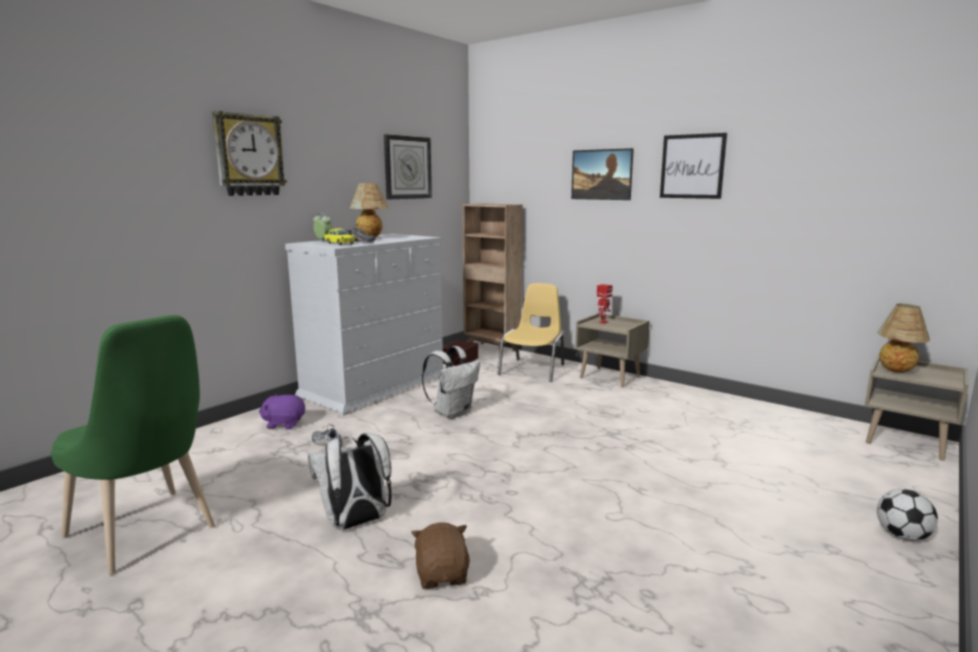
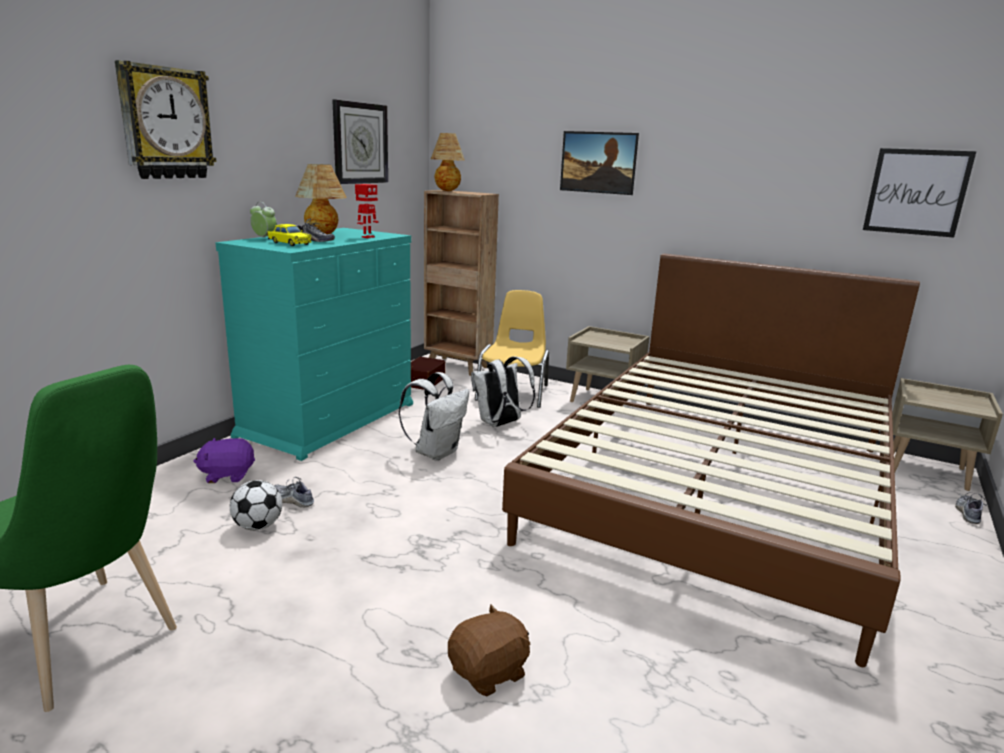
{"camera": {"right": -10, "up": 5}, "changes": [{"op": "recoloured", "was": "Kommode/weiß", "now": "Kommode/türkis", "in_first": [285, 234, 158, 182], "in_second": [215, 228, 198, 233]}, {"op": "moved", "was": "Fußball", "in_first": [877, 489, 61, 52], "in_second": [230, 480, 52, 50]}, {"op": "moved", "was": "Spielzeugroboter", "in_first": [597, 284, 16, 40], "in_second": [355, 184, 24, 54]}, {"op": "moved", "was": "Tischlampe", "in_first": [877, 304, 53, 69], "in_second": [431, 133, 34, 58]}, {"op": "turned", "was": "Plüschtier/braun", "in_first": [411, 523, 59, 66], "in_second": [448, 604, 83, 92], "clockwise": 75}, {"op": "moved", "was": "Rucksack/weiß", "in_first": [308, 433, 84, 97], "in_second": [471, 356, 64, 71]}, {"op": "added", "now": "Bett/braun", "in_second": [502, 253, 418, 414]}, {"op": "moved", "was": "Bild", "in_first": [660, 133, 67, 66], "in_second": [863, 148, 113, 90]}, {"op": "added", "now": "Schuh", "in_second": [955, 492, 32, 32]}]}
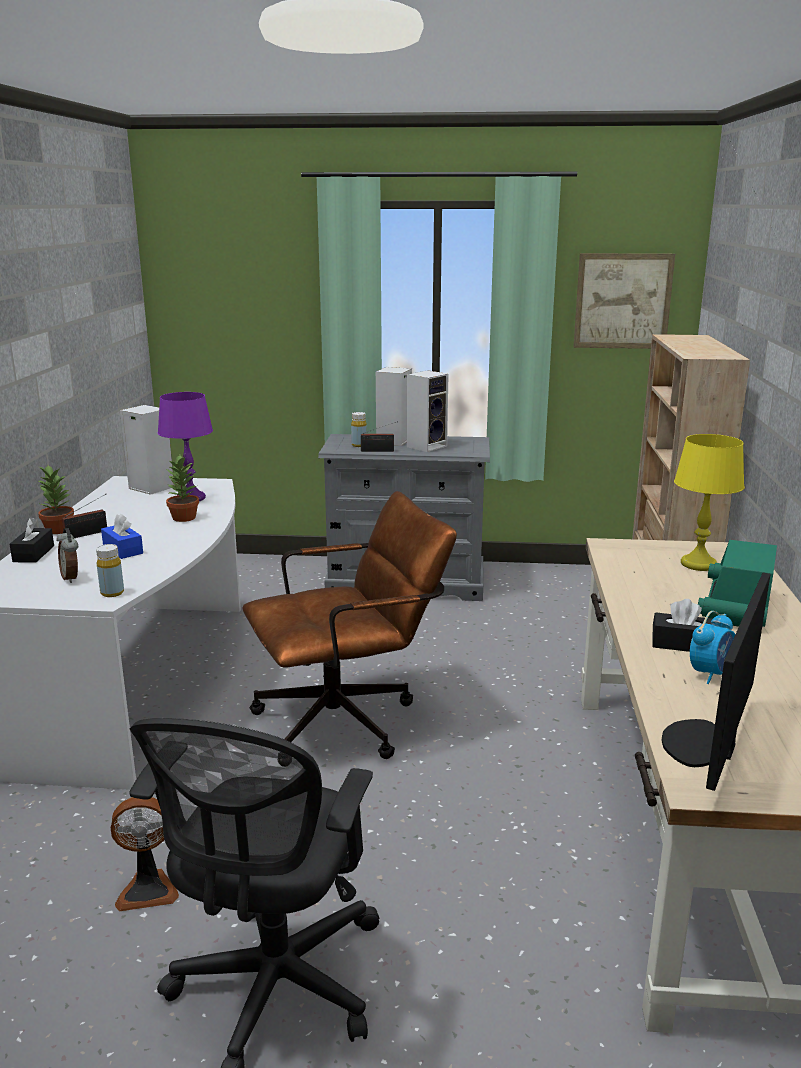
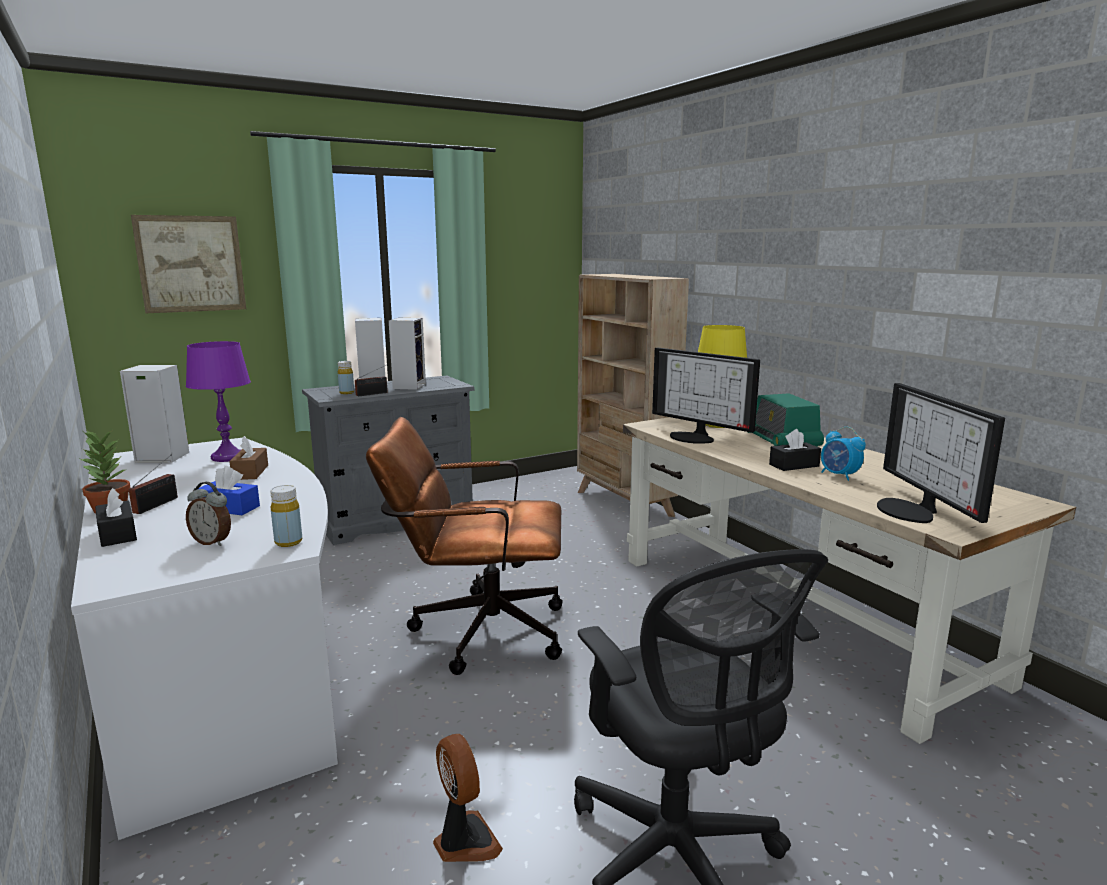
{"camera": {"right": -35, "up": -5}, "changes": [{"op": "moved", "was": "Bild", "in_first": [574, 253, 101, 96], "in_second": [131, 215, 115, 98]}, {"op": "replaced", "was": "Topfpflanze", "now": "Taschentuchbox/braun", "in_first": [165, 455, 34, 67], "in_second": [229, 436, 39, 44]}, {"op": "turned", "was": "Bürostuhl/braun", "in_first": [242, 491, 215, 276], "in_second": [366, 417, 197, 258], "clockwise": -120}, {"op": "turned", "was": "Ventilator", "in_first": [111, 797, 68, 114], "in_second": [433, 734, 70, 128], "clockwise": -75}, {"op": "added", "now": "Monitor", "in_second": [652, 348, 108, 96]}, {"op": "turned", "was": "Wecker", "in_first": [690, 611, 45, 73], "in_second": [821, 427, 45, 54], "clockwise": 135}]}
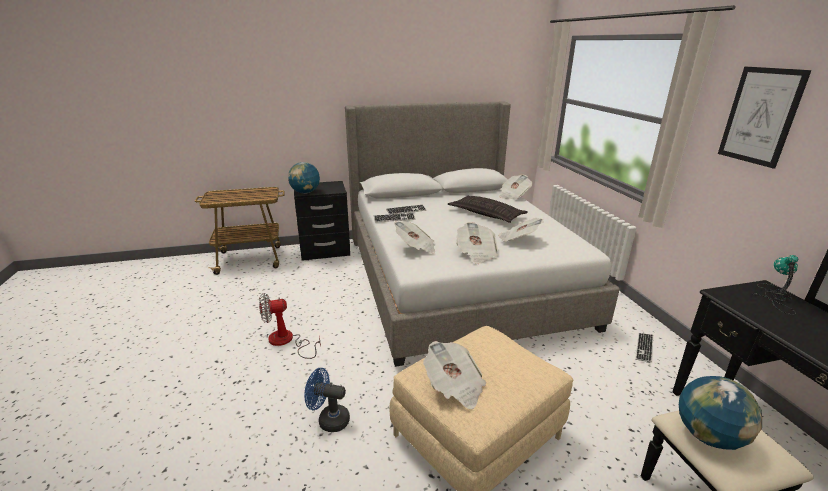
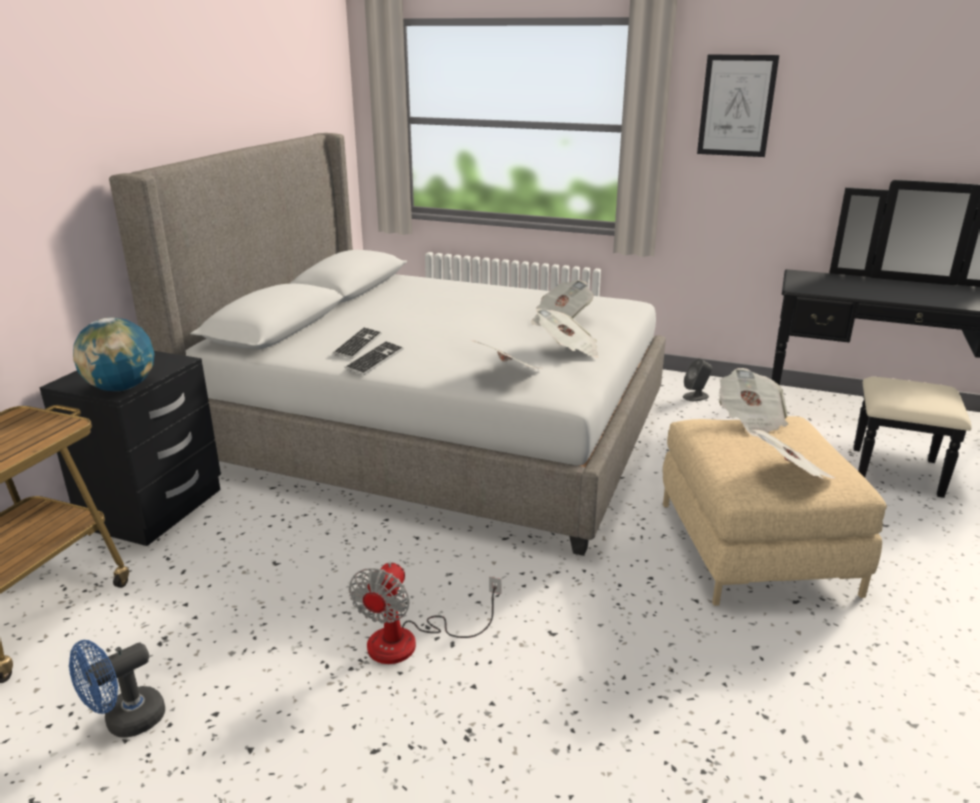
{"camera": {"right": -55, "up": 0}, "changes": [{"op": "moved", "was": "Ventilator/blau", "in_first": [305, 368, 45, 64], "in_second": [69, 640, 96, 98]}, {"op": "replaced", "was": "Tastatur", "now": "Lautsprecher/grau", "in_first": [635, 333, 19, 30], "in_second": [683, 358, 29, 43]}, {"op": "moved", "was": "Zeitung", "in_first": [499, 175, 33, 24], "in_second": [719, 368, 69, 69]}, {"op": "removed", "was": "Kissen", "in_first": [448, 196, 80, 27]}, {"op": "removed", "was": "Globus", "in_first": [679, 376, 83, 74]}, {"op": "removed", "was": "Tischlampe", "in_first": [753, 255, 45, 60]}]}
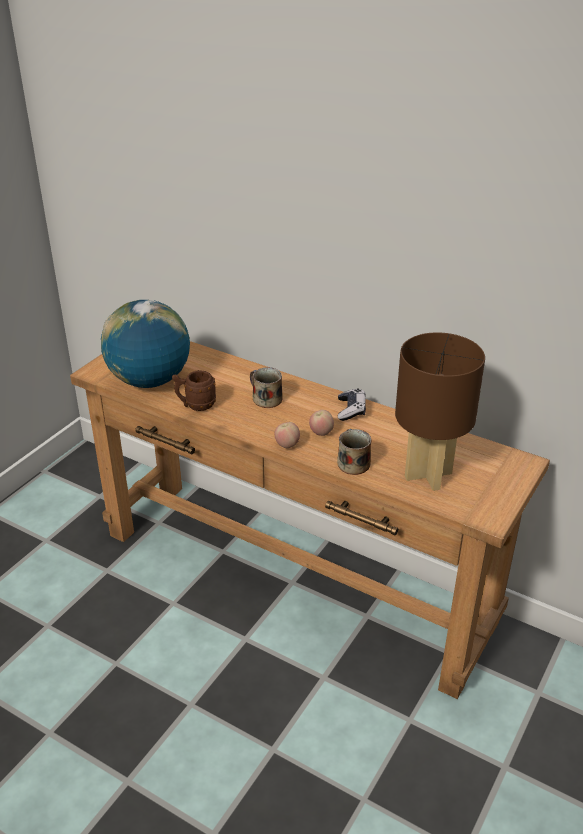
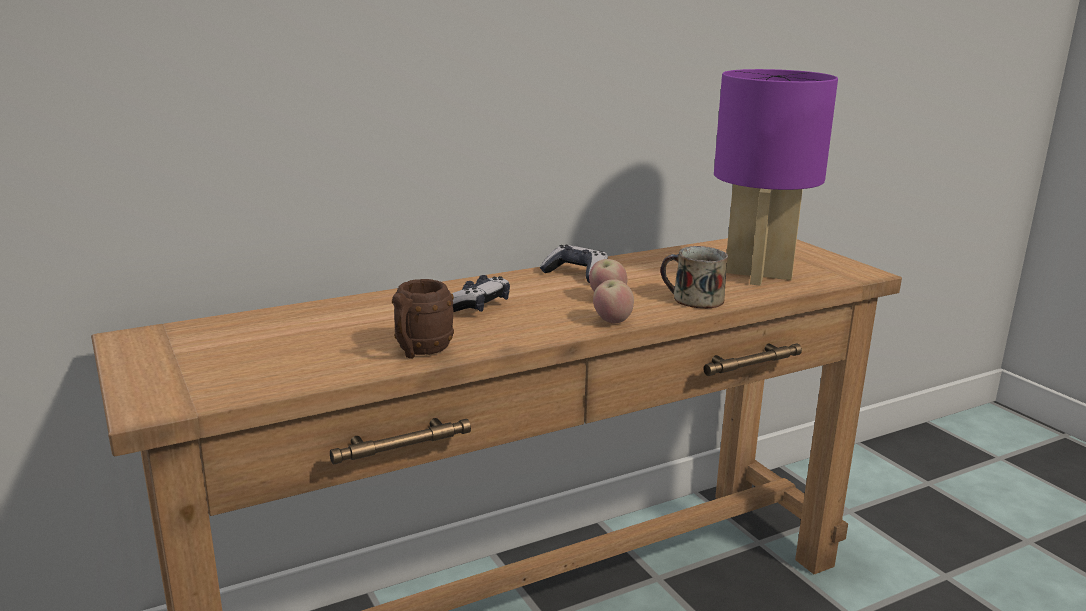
{"camera": {"right": -60, "up": -15}, "changes": [{"op": "replaced", "was": "Henkelbecher", "now": "Gamepad", "in_first": [250, 367, 33, 41], "in_second": [452, 275, 58, 37]}, {"op": "recoloured", "was": "Tischlampe/braun", "now": "Tischlampe/lila", "in_first": [395, 332, 90, 159], "in_second": [714, 69, 124, 217]}, {"op": "removed", "was": "Globus", "in_first": [101, 300, 89, 88]}]}
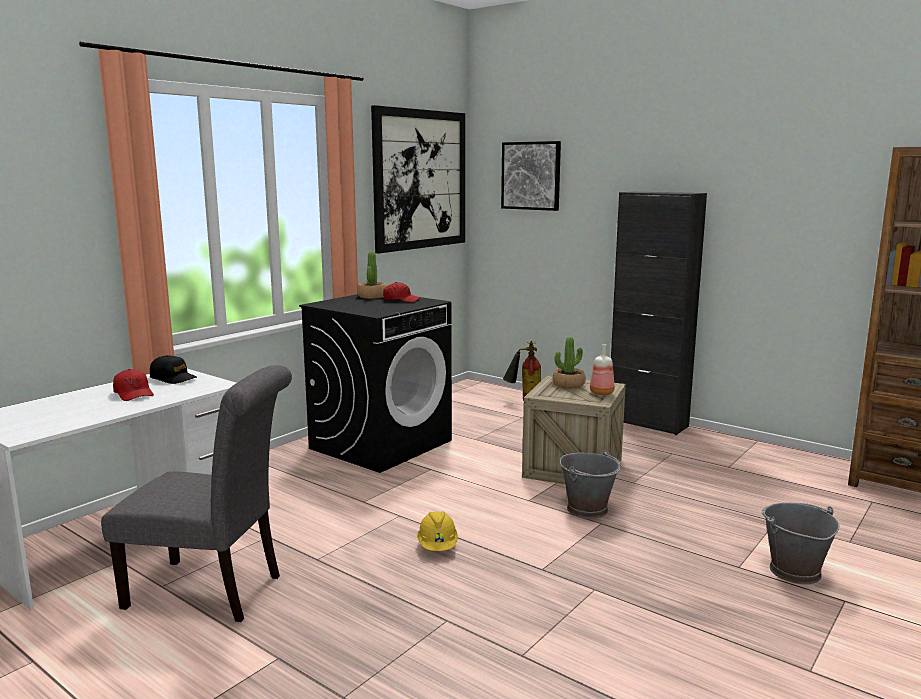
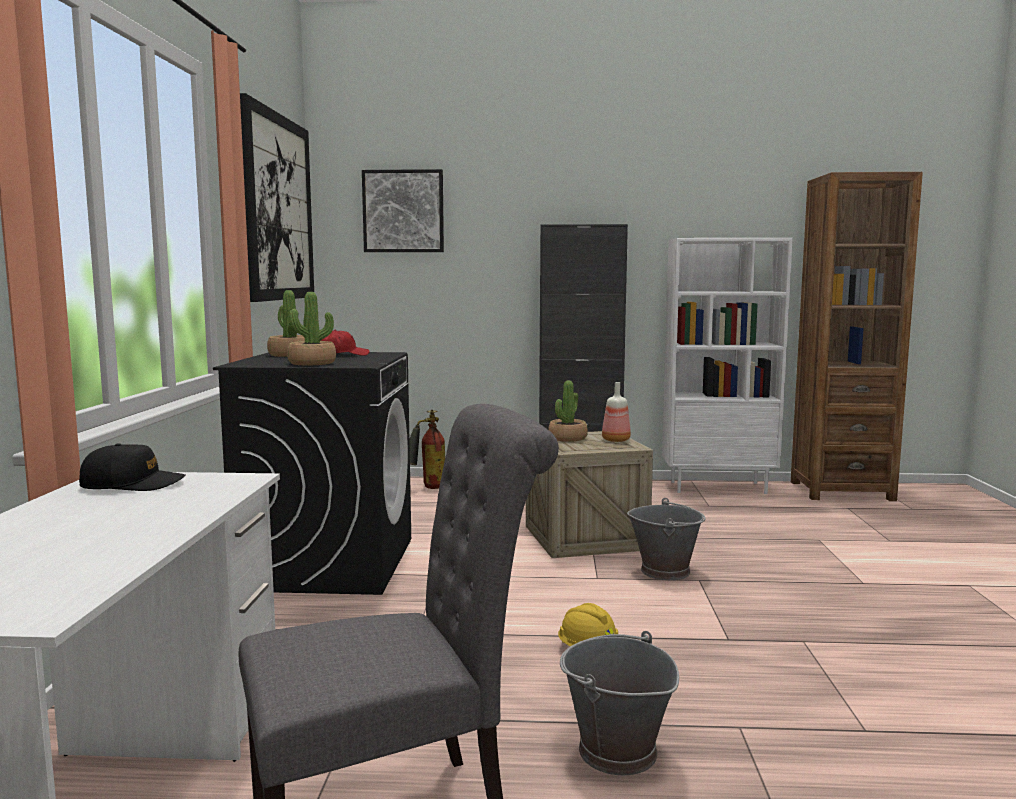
{"camera": {"right": -35, "up": -5}, "changes": [{"op": "added", "now": "Topfpflanze", "in_second": [287, 292, 49, 73]}, {"op": "moved", "was": "Eimer/grau", "in_first": [762, 503, 78, 81], "in_second": [560, 631, 119, 144]}, {"op": "added", "now": "Bücherregal/weiß", "in_second": [662, 238, 131, 256]}, {"op": "removed", "was": "Kappe/rot", "in_first": [113, 369, 41, 32]}]}
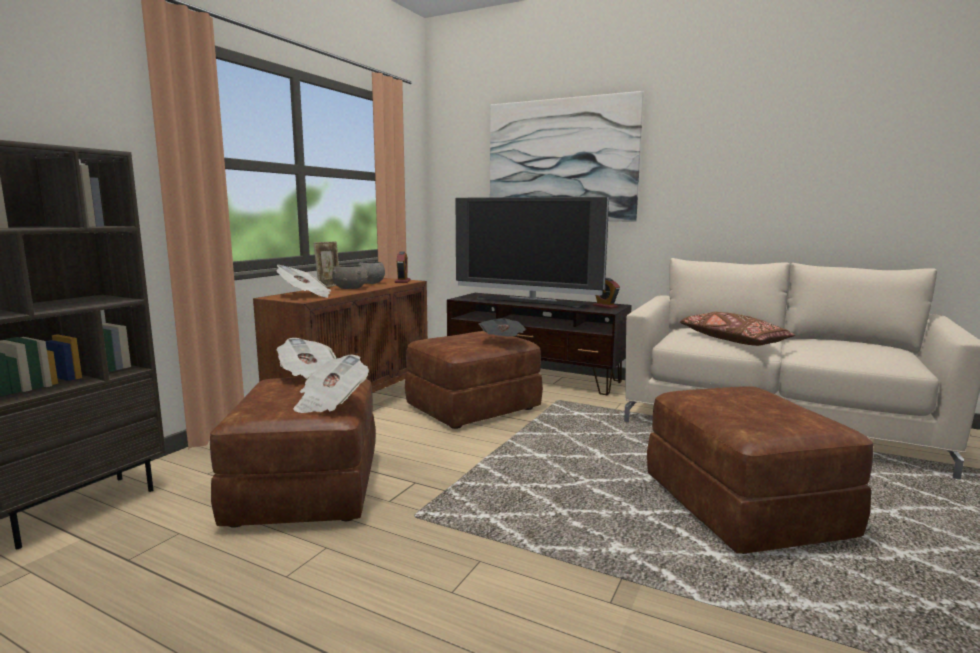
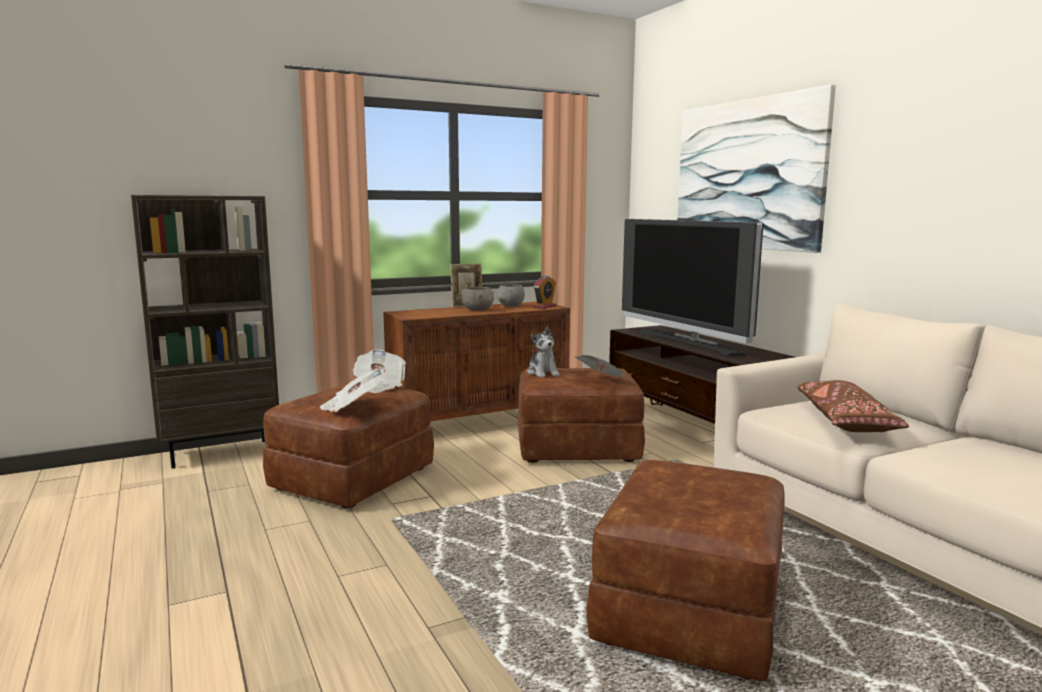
{"camera": {"right": 35, "up": 0}, "changes": [{"op": "added", "now": "Plüschtier", "in_second": [527, 326, 32, 52]}, {"op": "removed", "was": "Zeitung", "in_first": [276, 265, 55, 33]}, {"op": "removed", "was": "Wecker", "in_first": [593, 278, 27, 31]}]}
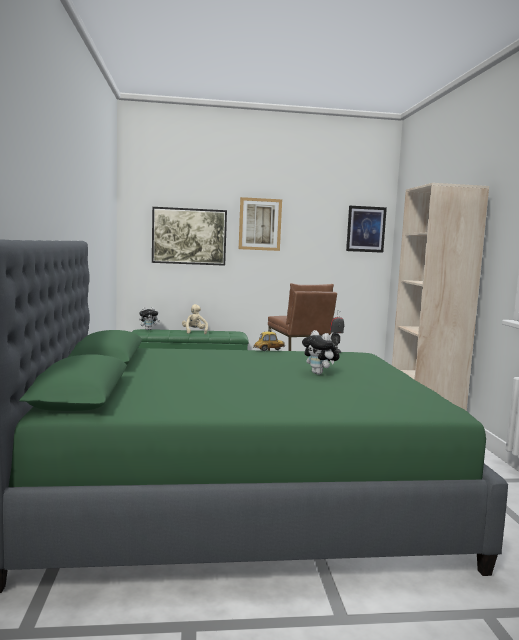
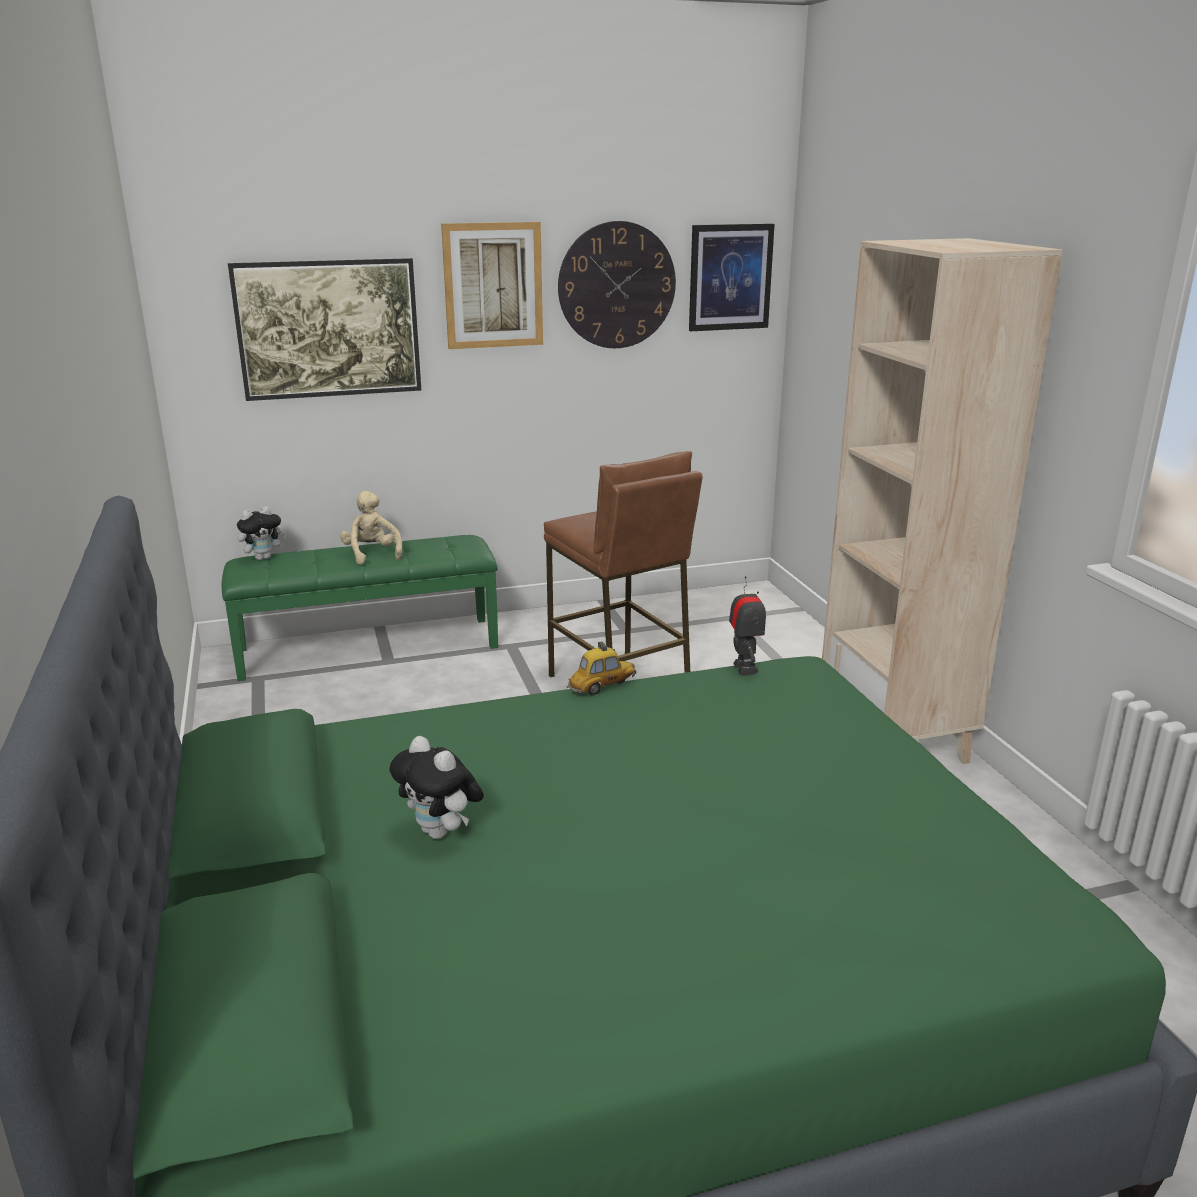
{"camera": {"right": -10, "up": 15}, "changes": [{"op": "moved", "was": "Plüschtier", "in_first": [302, 330, 38, 45], "in_second": [389, 736, 95, 103]}, {"op": "added", "now": "Wanduhr", "in_second": [558, 221, 118, 127]}]}
